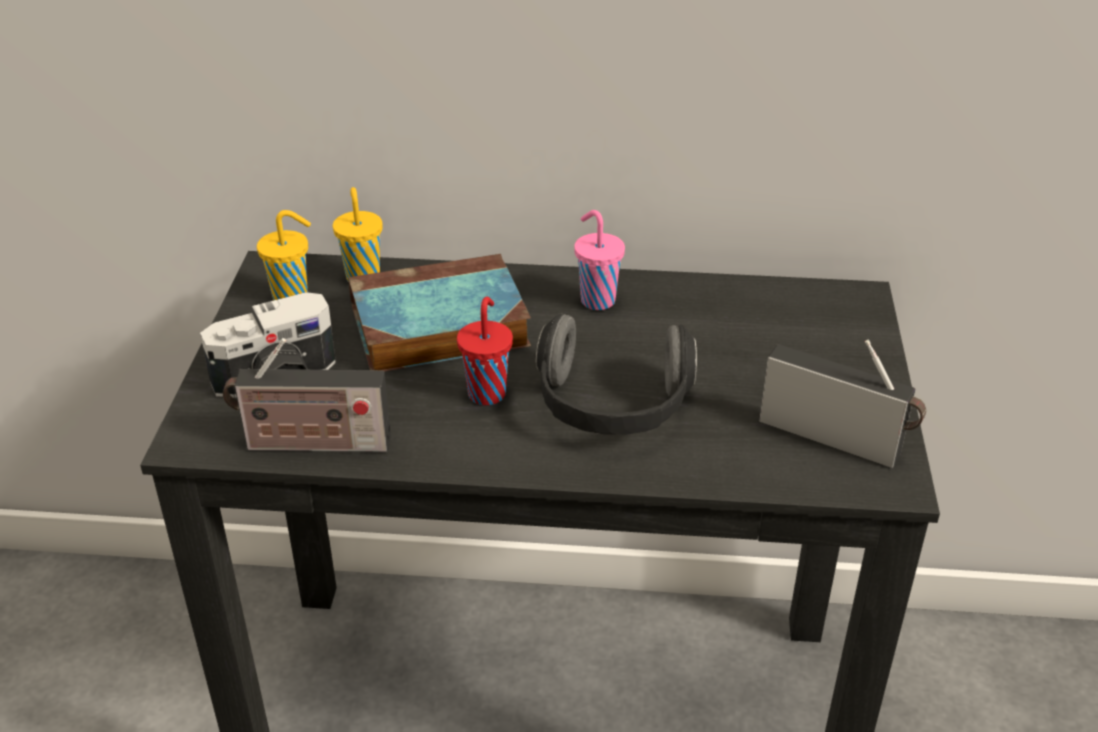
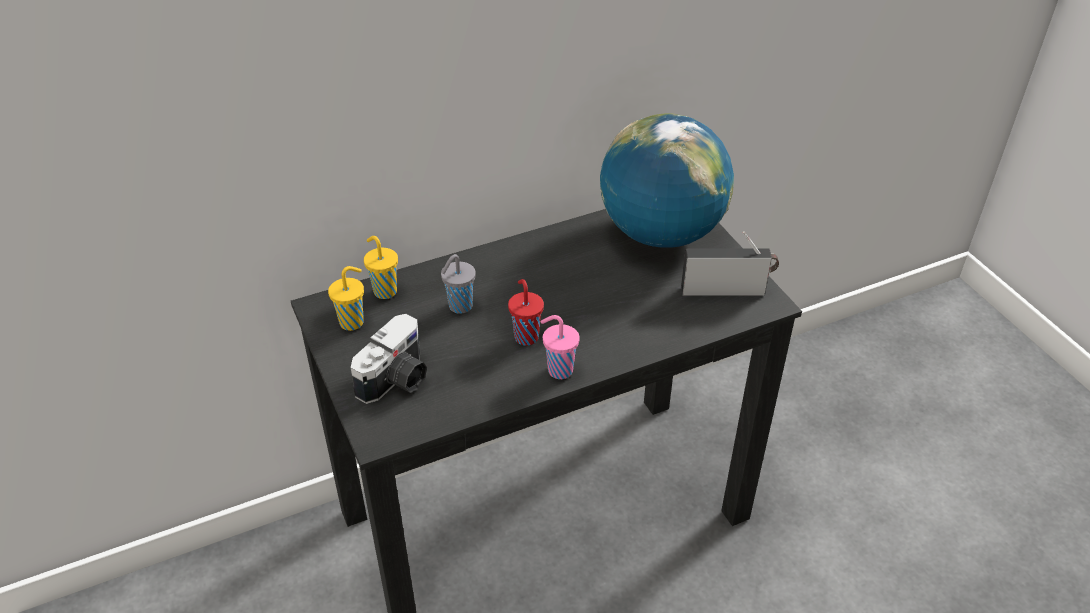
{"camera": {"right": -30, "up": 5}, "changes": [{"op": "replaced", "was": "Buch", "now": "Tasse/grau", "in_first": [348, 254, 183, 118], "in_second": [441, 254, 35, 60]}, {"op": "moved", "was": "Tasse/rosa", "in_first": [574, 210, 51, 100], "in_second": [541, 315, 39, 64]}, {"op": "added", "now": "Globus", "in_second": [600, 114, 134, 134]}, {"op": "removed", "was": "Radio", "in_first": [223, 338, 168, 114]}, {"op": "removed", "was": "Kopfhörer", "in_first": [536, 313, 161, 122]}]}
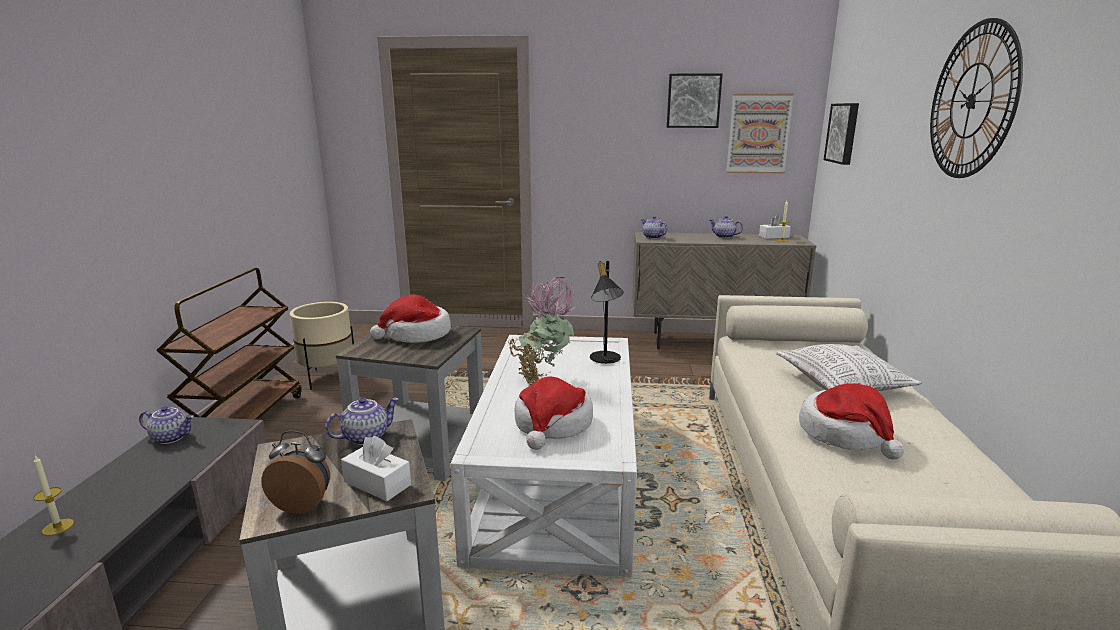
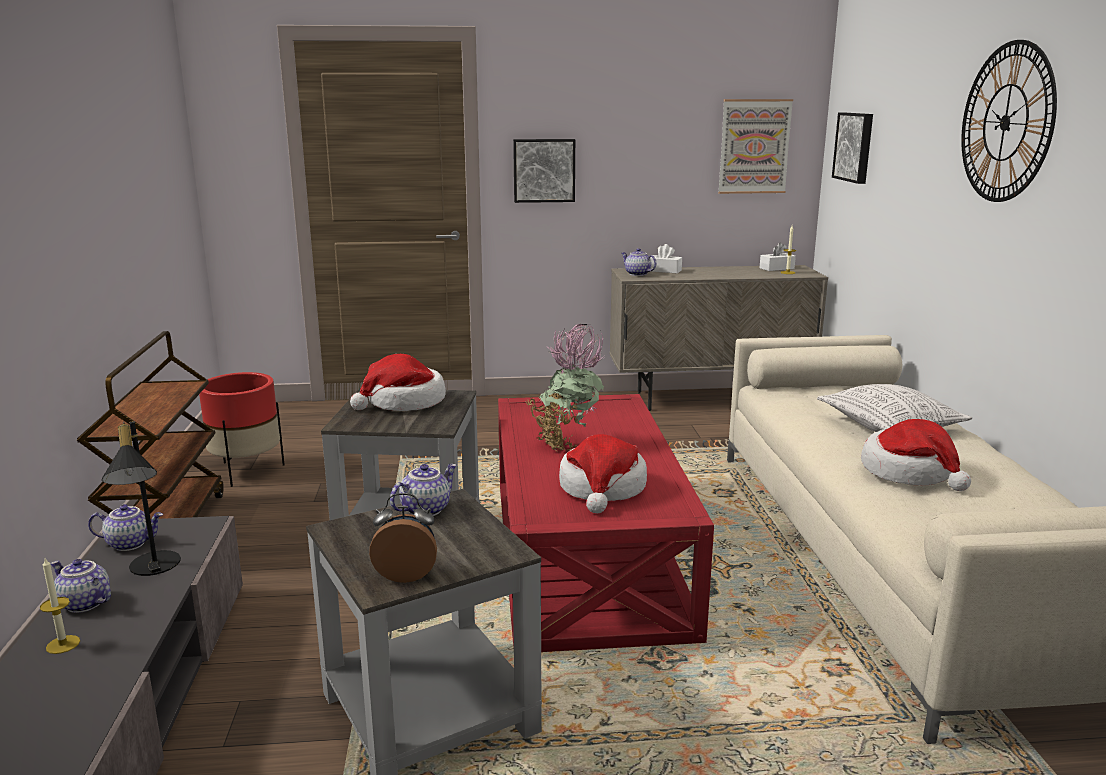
{"camera": {"right": -10, "up": 0}, "changes": [{"op": "moved", "was": "Teekanne", "in_first": [710, 216, 33, 22], "in_second": [50, 559, 61, 54]}, {"op": "moved", "was": "Tischlampe/schwarz", "in_first": [590, 261, 34, 103], "in_second": [102, 421, 79, 155]}, {"op": "recoloured", "was": "Pflanzkübel/beige", "now": "Pflanzkübel/rot", "in_first": [290, 302, 64, 88], "in_second": [199, 372, 86, 115]}, {"op": "recoloured", "was": "Couchtisch/weiß", "now": "Couchtisch/rot", "in_first": [450, 335, 187, 242], "in_second": [498, 394, 216, 258]}, {"op": "moved", "was": "Bild", "in_first": [667, 73, 56, 55], "in_second": [513, 139, 62, 64]}, {"op": "moved", "was": "Taschentuchbox/weiß", "in_first": [341, 436, 70, 65], "in_second": [650, 244, 32, 29]}]}
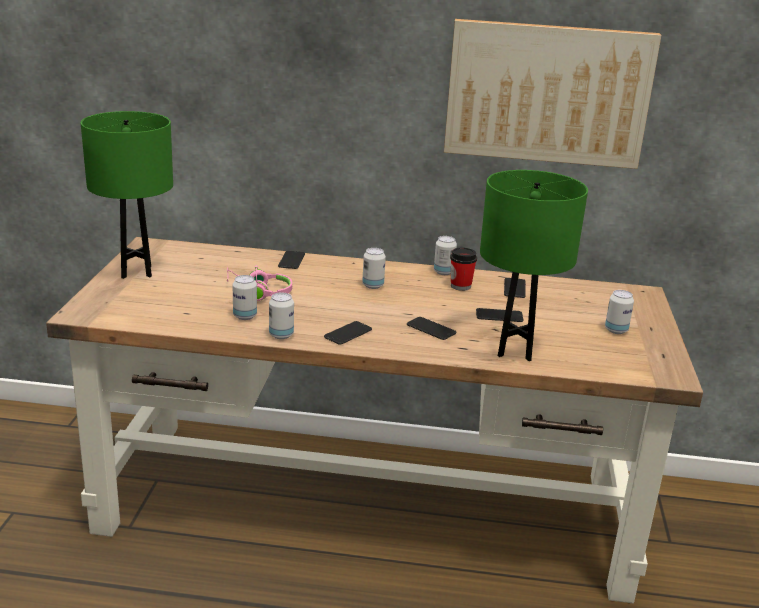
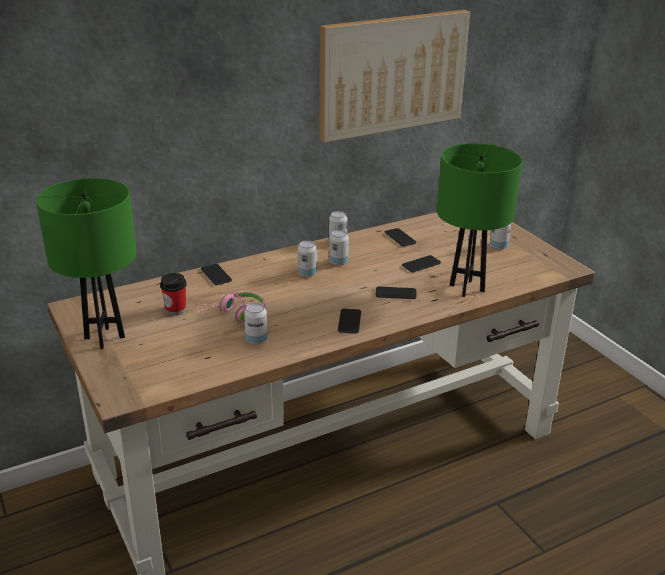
{"camera": {"right": -35, "up": 5}, "changes": [{"op": "moved", "was": "Tasse", "in_first": [450, 247, 27, 44], "in_second": [160, 273, 27, 42]}, {"op": "moved", "was": "Dose", "in_first": [269, 292, 25, 47], "in_second": [329, 230, 20, 36]}]}
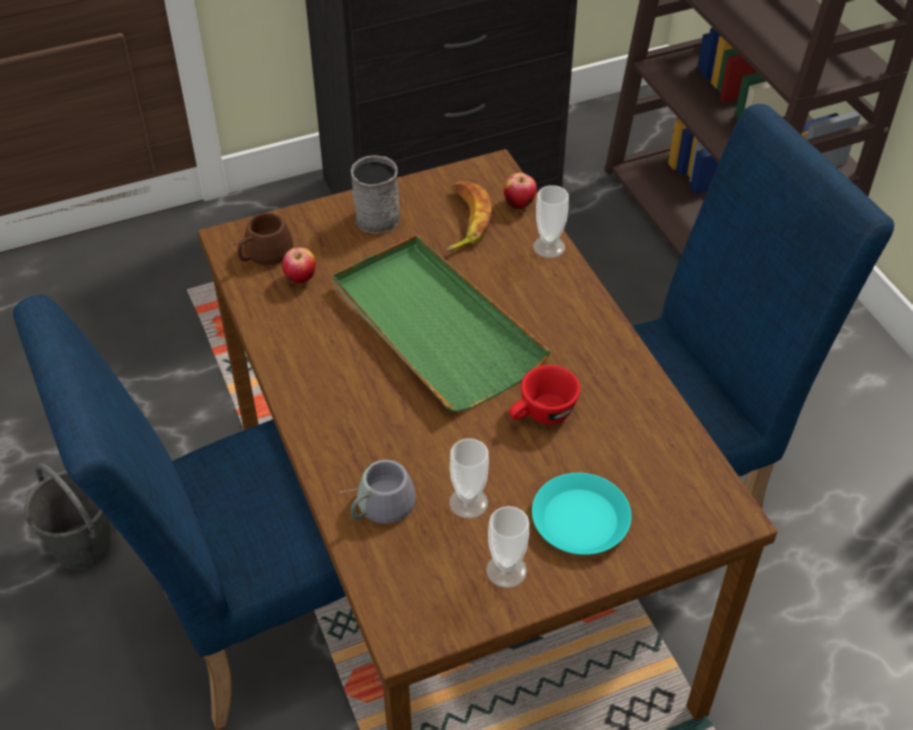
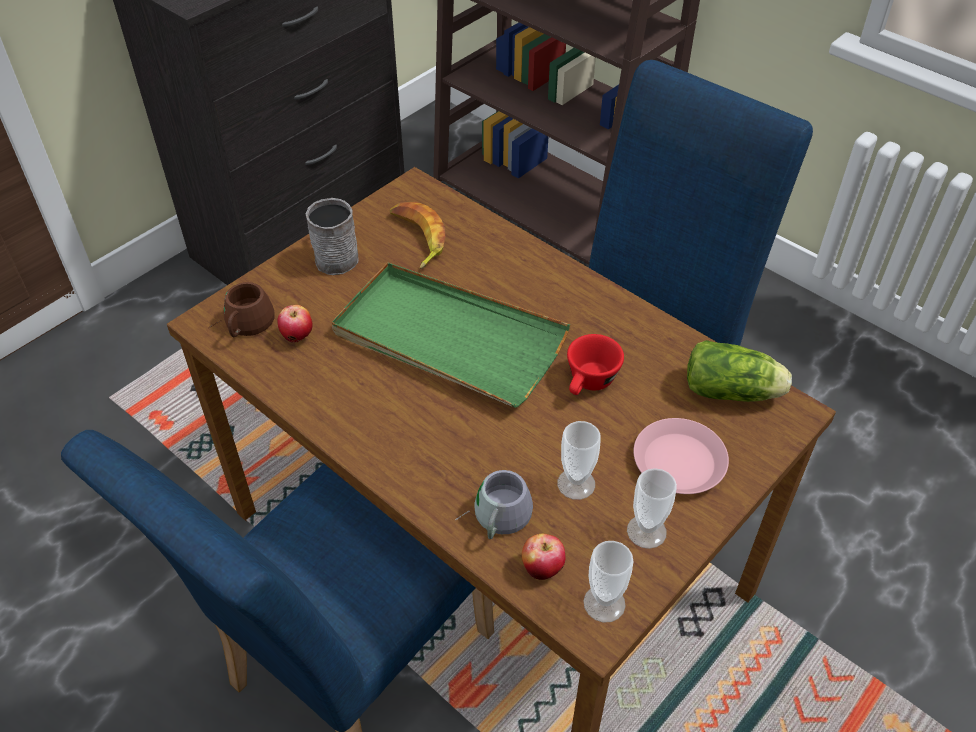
{"camera": {"right": -25, "up": 0}, "changes": [{"op": "moved", "was": "Apfel", "in_first": [504, 173, 33, 36], "in_second": [522, 533, 43, 47]}, {"op": "moved", "was": "Tasse", "in_first": [533, 185, 36, 73], "in_second": [583, 541, 50, 82]}, {"op": "recoloured", "was": "Teller/türkis", "now": "Teller/rosa", "in_first": [532, 473, 99, 82], "in_second": [633, 418, 96, 76]}, {"op": "added", "now": "Salatkopf", "in_second": [687, 340, 105, 62]}, {"op": "removed", "was": "Eimer/grau", "in_first": [24, 463, 87, 107]}]}
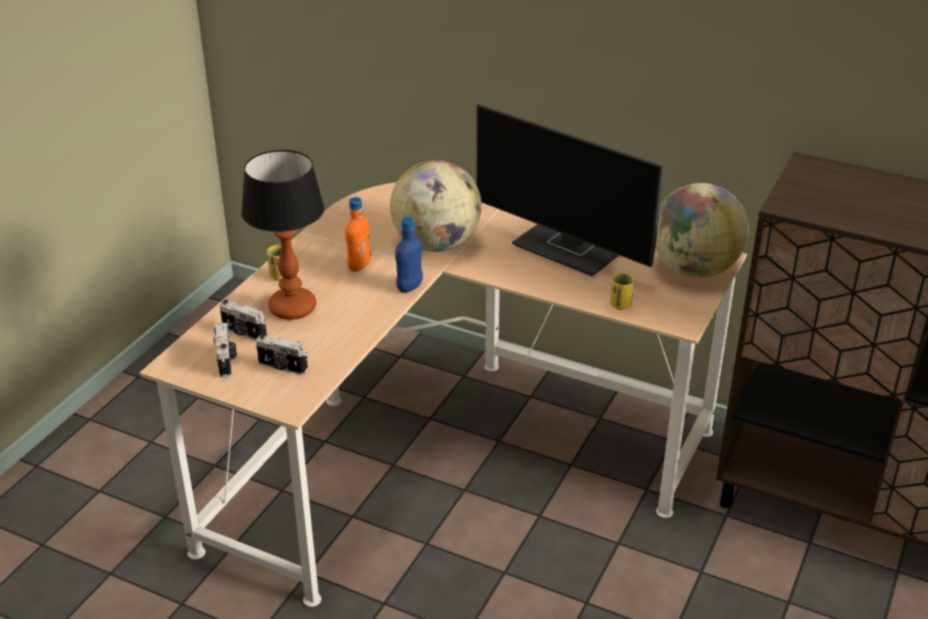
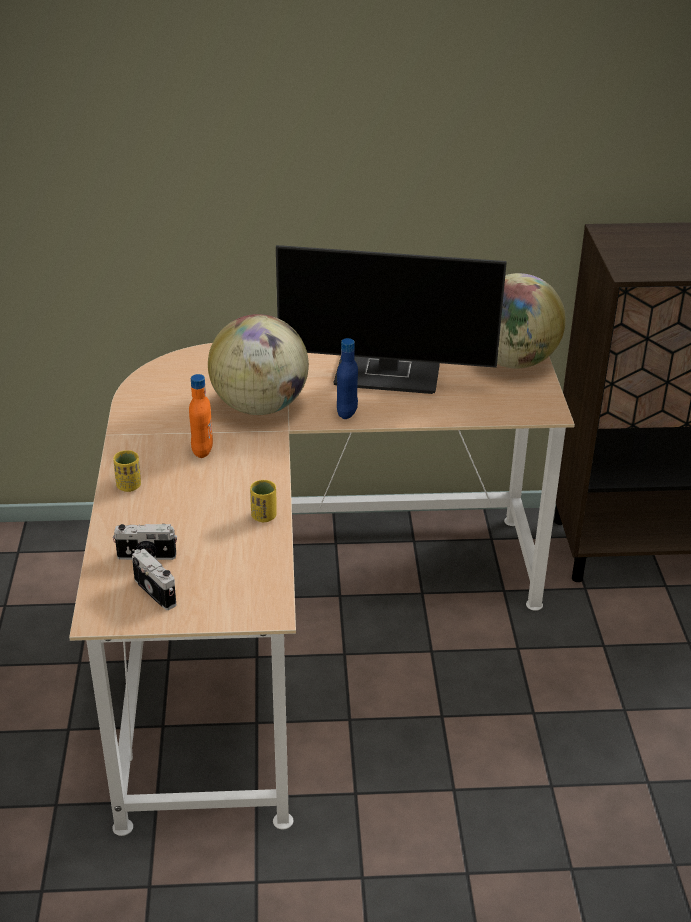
{"camera": {"right": -30, "up": 0}, "changes": [{"op": "moved", "was": "Tasse/gelb", "in_first": [610, 273, 24, 37], "in_second": [250, 480, 27, 42]}, {"op": "moved", "was": "Flasche/blau", "in_first": [395, 217, 28, 76], "in_second": [337, 338, 21, 81]}, {"op": "removed", "was": "Tischlampe", "in_first": [241, 150, 83, 170]}, {"op": "removed", "was": "Kamera", "in_first": [256, 334, 52, 41]}]}
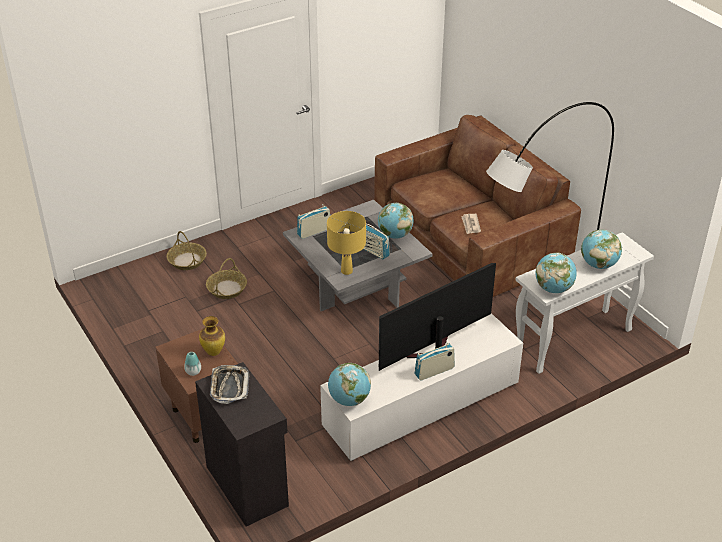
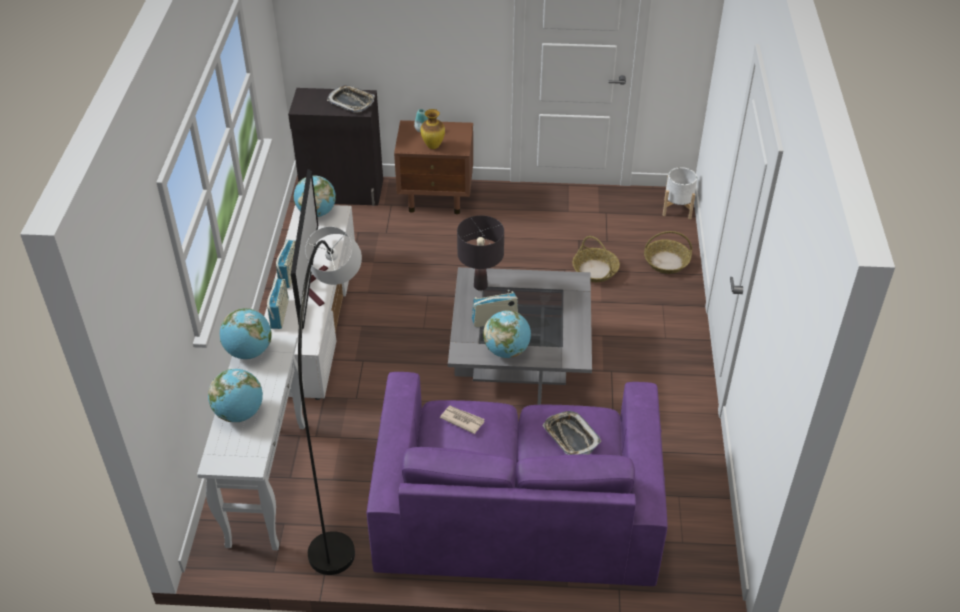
{"camera": {"right": 125, "up": 5}, "changes": [{"op": "moved", "was": "Radio", "in_first": [297, 204, 33, 35], "in_second": [267, 278, 22, 51]}, {"op": "recoloured", "was": "Sofa/braun", "now": "Sofa/lila", "in_first": [374, 115, 207, 182], "in_second": [367, 372, 301, 214]}, {"op": "recoloured", "was": "Tischlampe/gelb", "now": "Tischlampe/schwarz", "in_first": [327, 211, 39, 64], "in_second": [457, 215, 47, 76]}, {"op": "added", "now": "Tablett", "in_second": [543, 411, 58, 44]}, {"op": "added", "now": "Pflanzkübel/weiß", "in_second": [663, 167, 34, 52]}]}
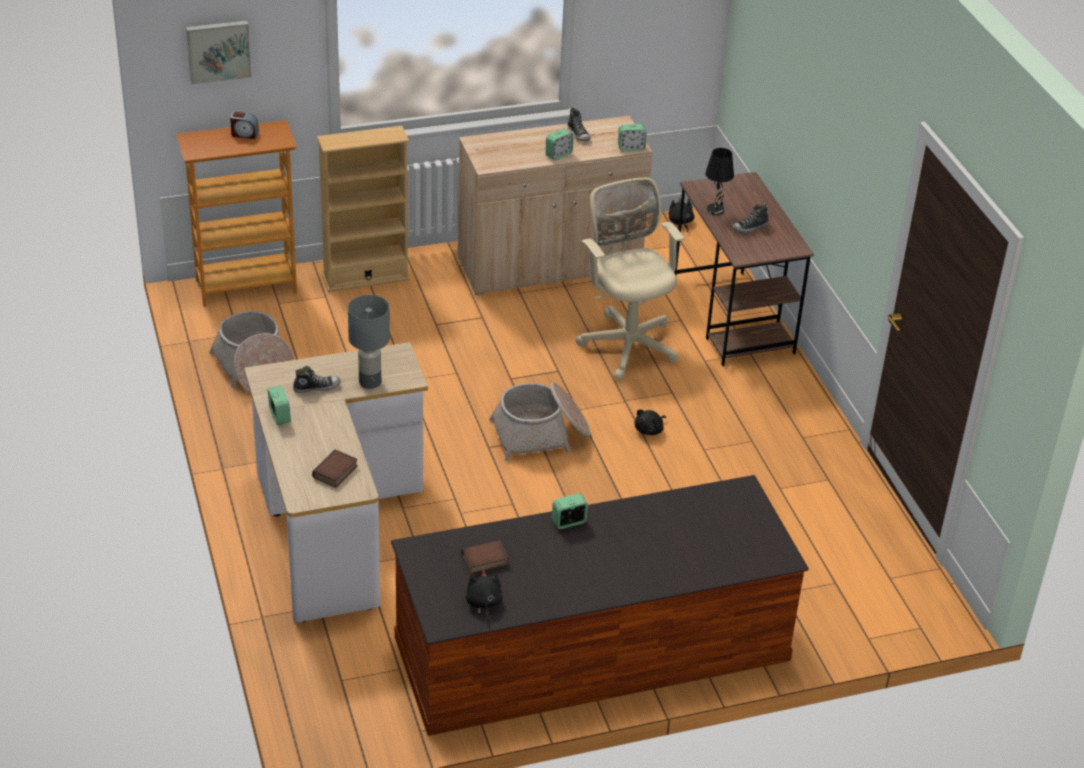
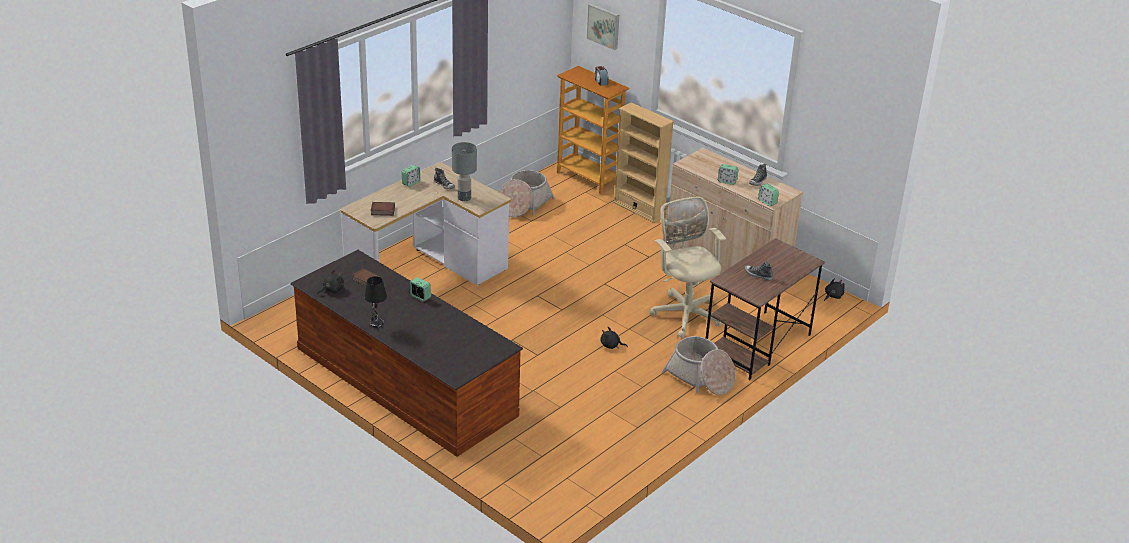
{"camera": {"right": 60, "up": -5}, "changes": [{"op": "moved", "was": "Tischlampe/schwarz", "in_first": [705, 148, 29, 67], "in_second": [364, 276, 23, 52]}, {"op": "turned", "was": "Bürostuhl/beige", "in_first": [576, 177, 109, 204], "in_second": [649, 197, 77, 141], "clockwise": -60}, {"op": "moved", "was": "Korb", "in_first": [489, 383, 102, 78], "in_second": [662, 336, 74, 59]}]}
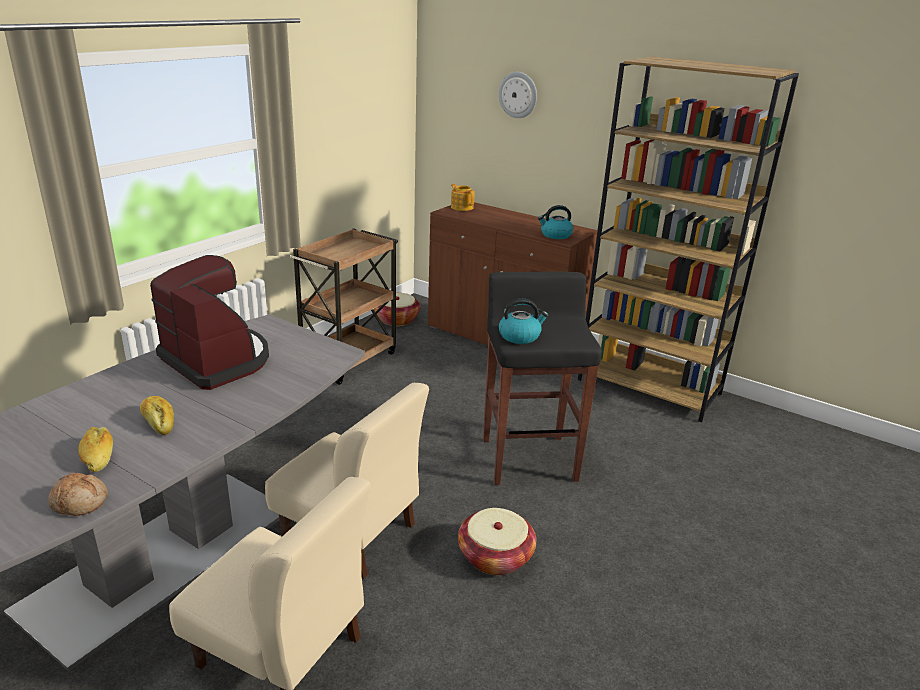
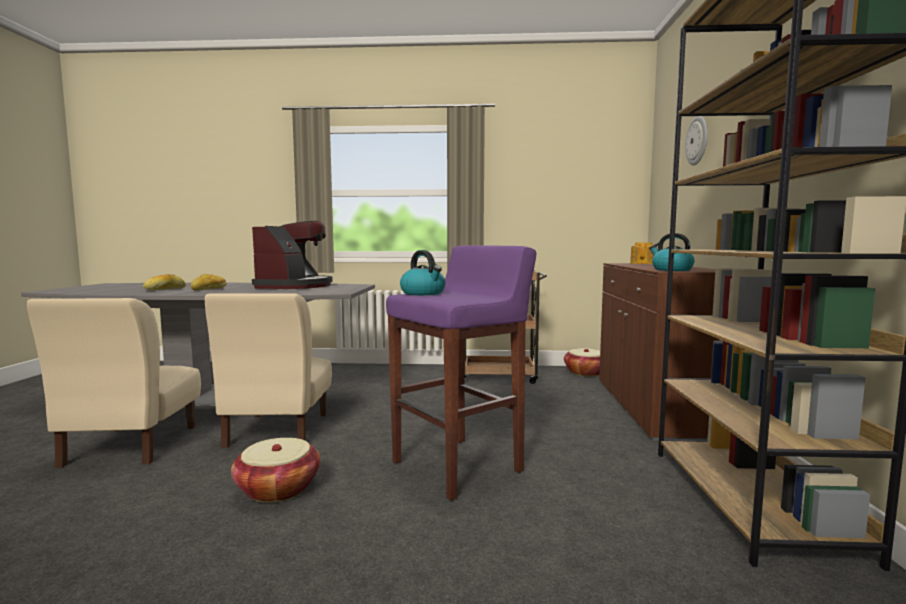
{"camera": {"right": 60, "up": -20}, "changes": [{"op": "recoloured", "was": "Hocker/schwarz", "now": "Hocker/lila", "in_first": [483, 271, 119, 214], "in_second": [386, 245, 150, 255]}, {"op": "removed", "was": "Brot", "in_first": [48, 473, 60, 43]}]}
